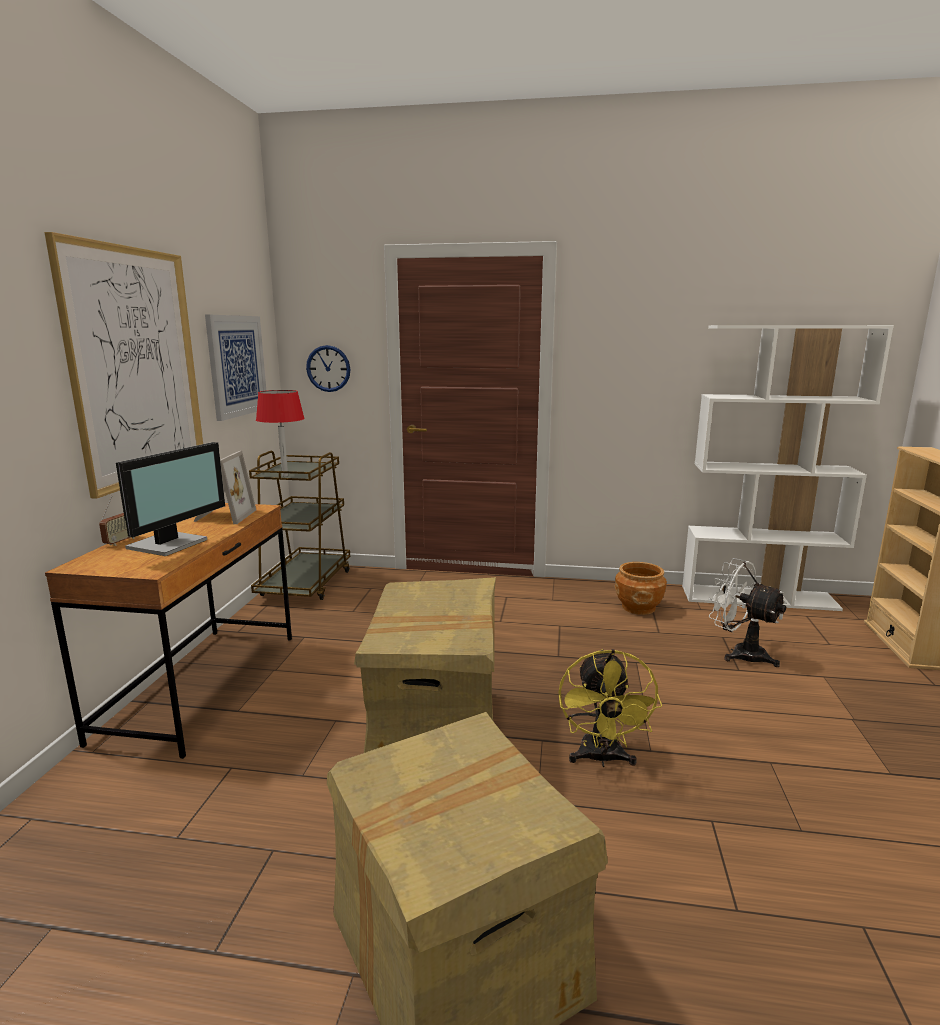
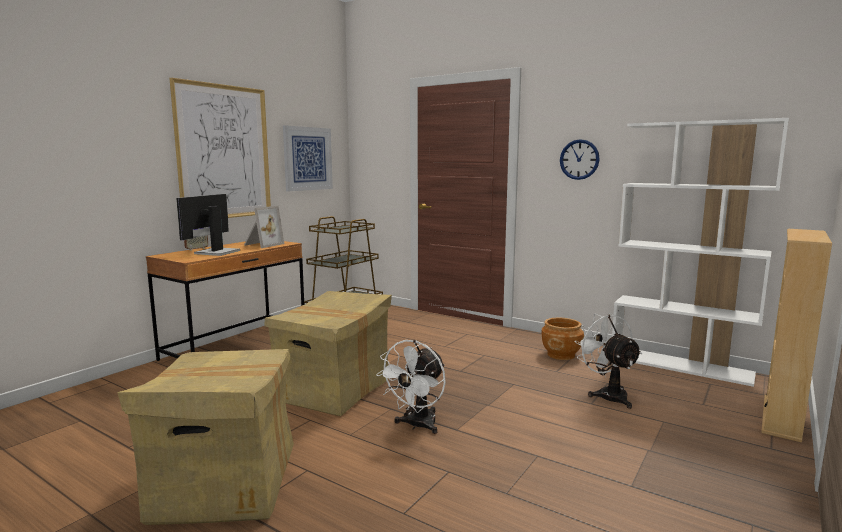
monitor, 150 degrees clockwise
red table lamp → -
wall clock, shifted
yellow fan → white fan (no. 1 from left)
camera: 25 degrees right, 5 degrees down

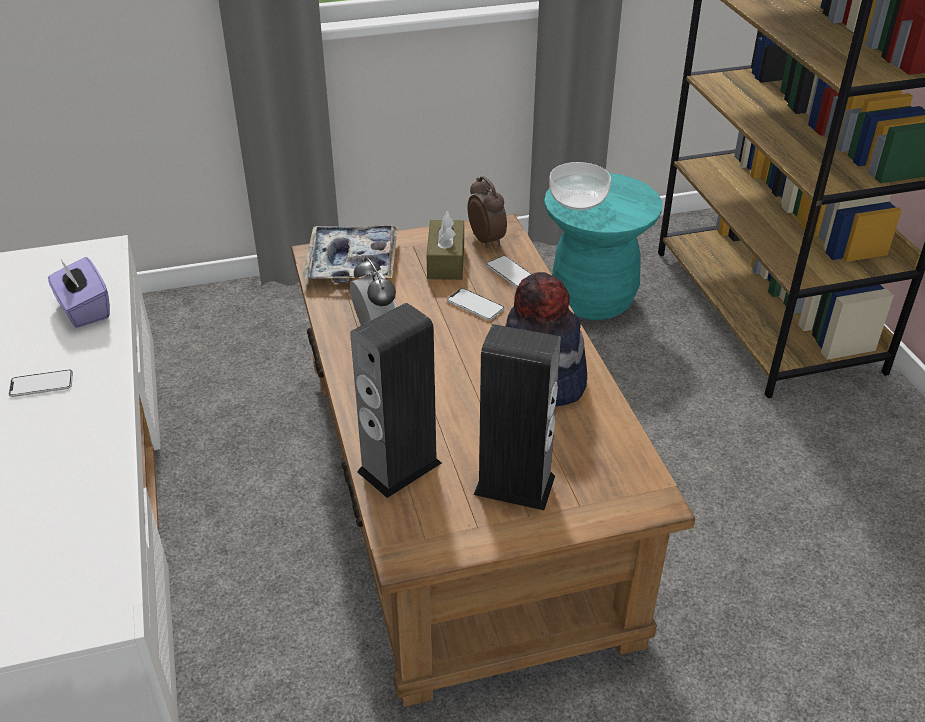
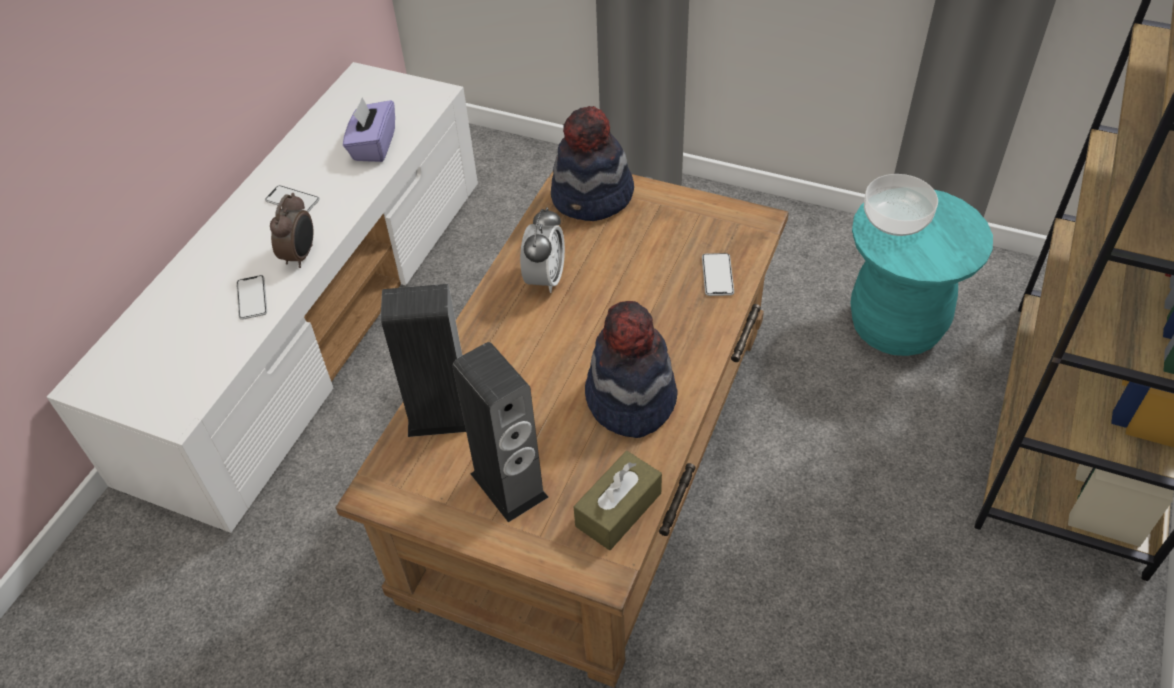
tray → hat (no. 1 from left)
brown tissue box, shifted
phone (no. 2 from left in the first image) → phone (no. 1 from left), shifted
alarm clock (no. 2 from left in the first image) → alarm clock (no. 1 from left), shifted
camera: 40 degrees right, 10 degrees up

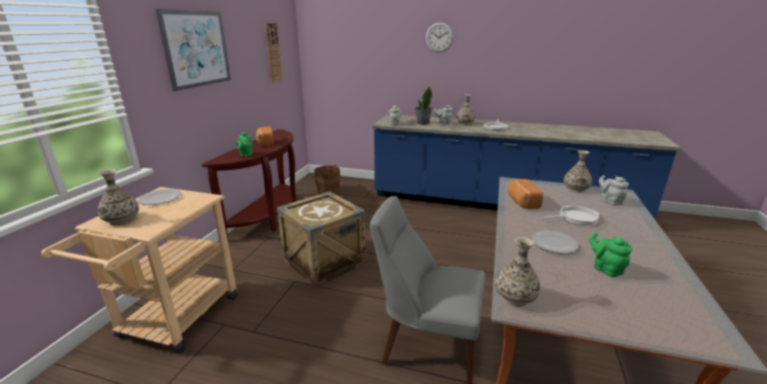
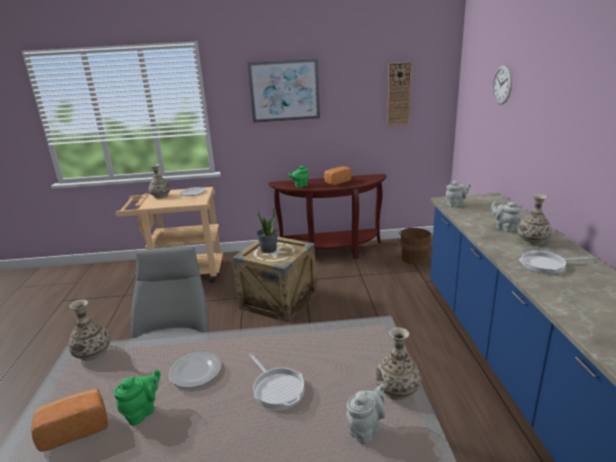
potted plant, shifted
wall clock (no. 2 from left), shifted
bread (no. 2 from left in the first image) → bread (no. 1 from left), shifted
camera: 70 degrees right, 0 degrees up

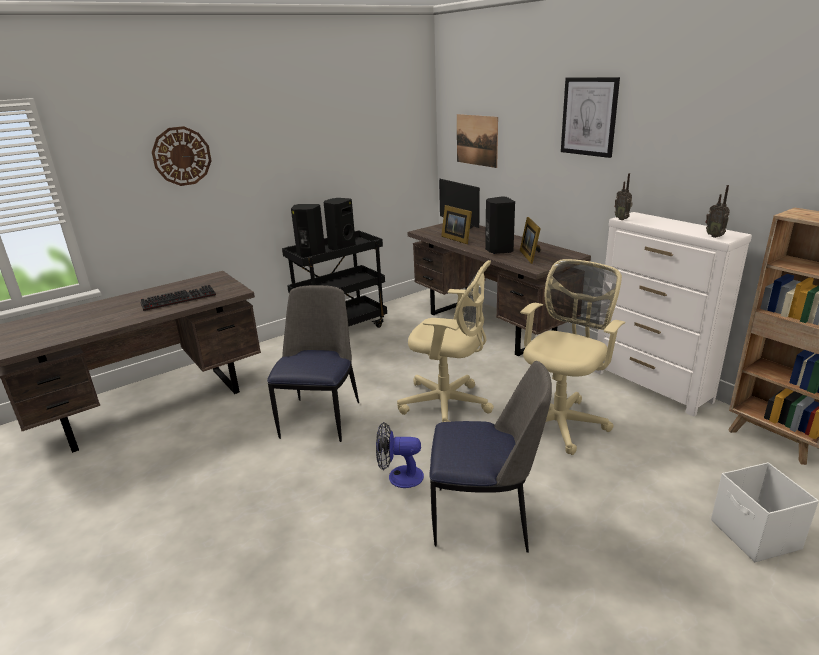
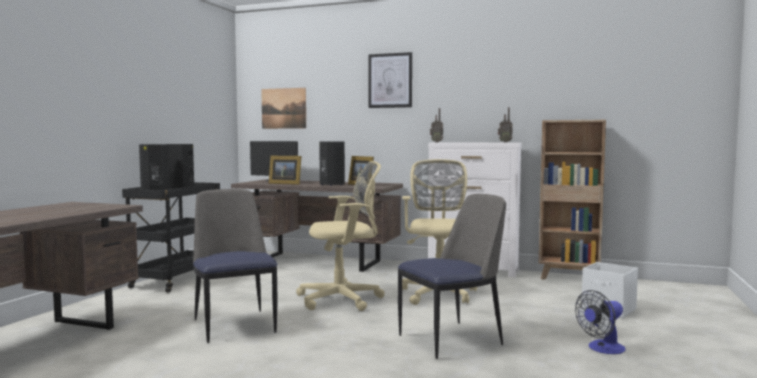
keyboard → -
wall clock → -
fan, shifted
camera: 35 degrees left, 20 degrees down

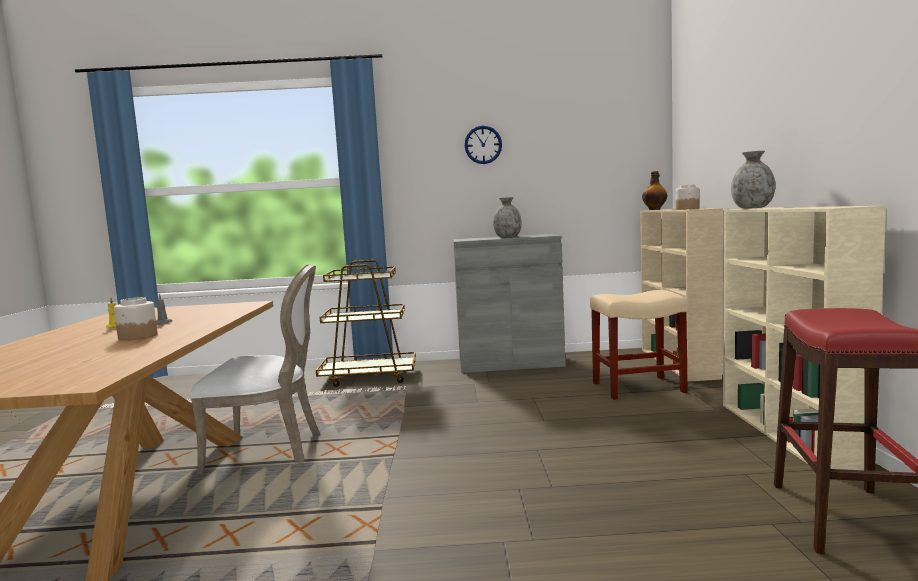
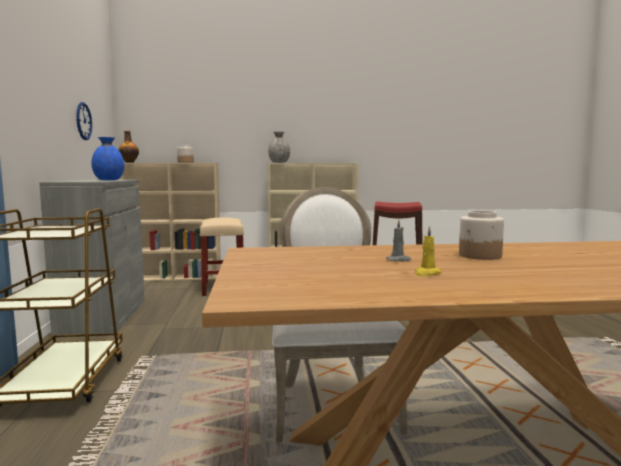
wall clock, shifted
grey vase (no. 1 from left) → blue vase
camera: 95 degrees left, 0 degrees up

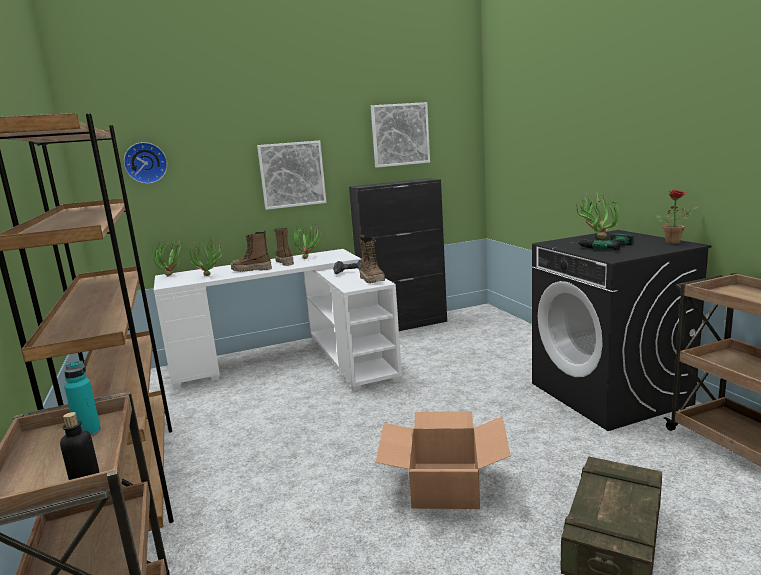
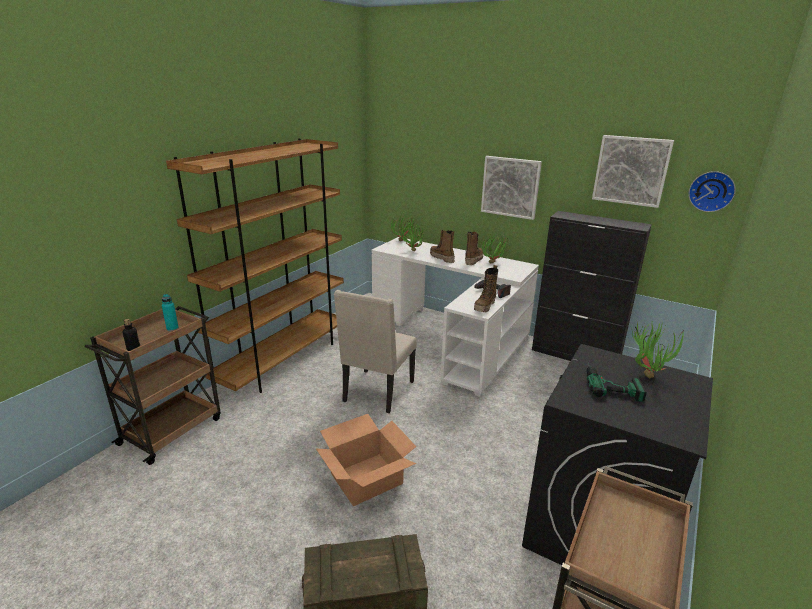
wall clock, shifted
potted plant (no. 5 from left) → -
- → beige chair
camera: 50 degrees right, 10 degrees up

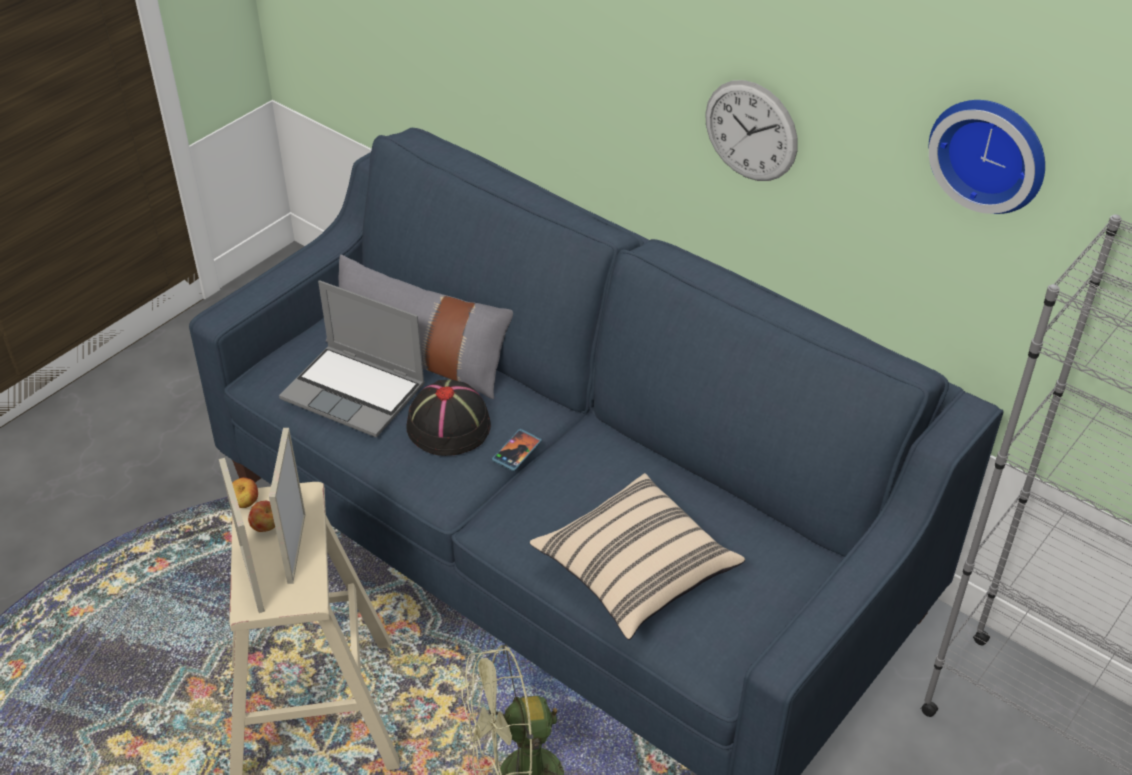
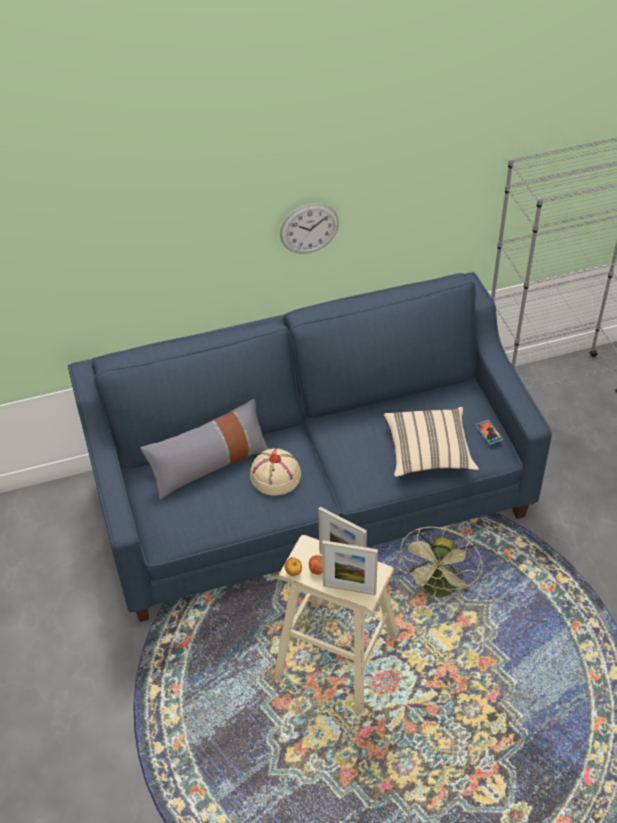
laptop → -
black hat → beige hat
phone, shifted
wall clock (no. 2 from left) → -
camera: 55 degrees left, 5 degrees up

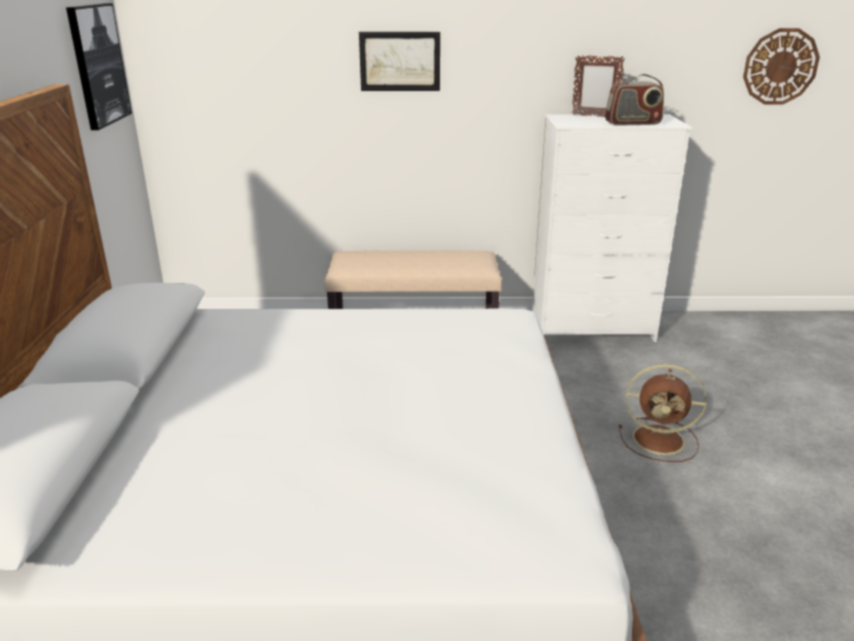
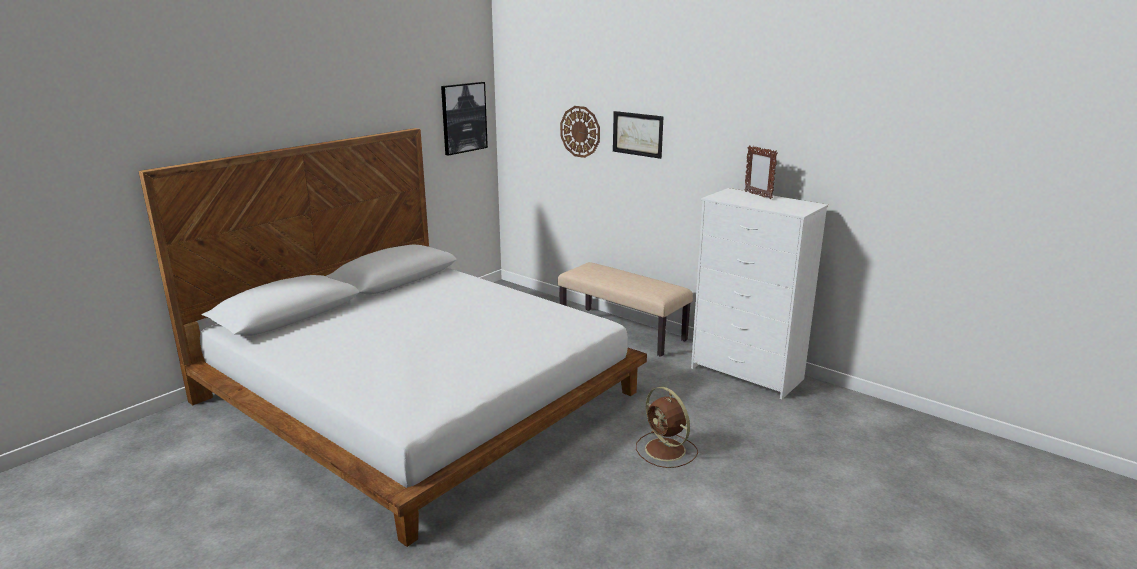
radio → -
wall clock, shifted
camera: 40 degrees right, 5 degrees down

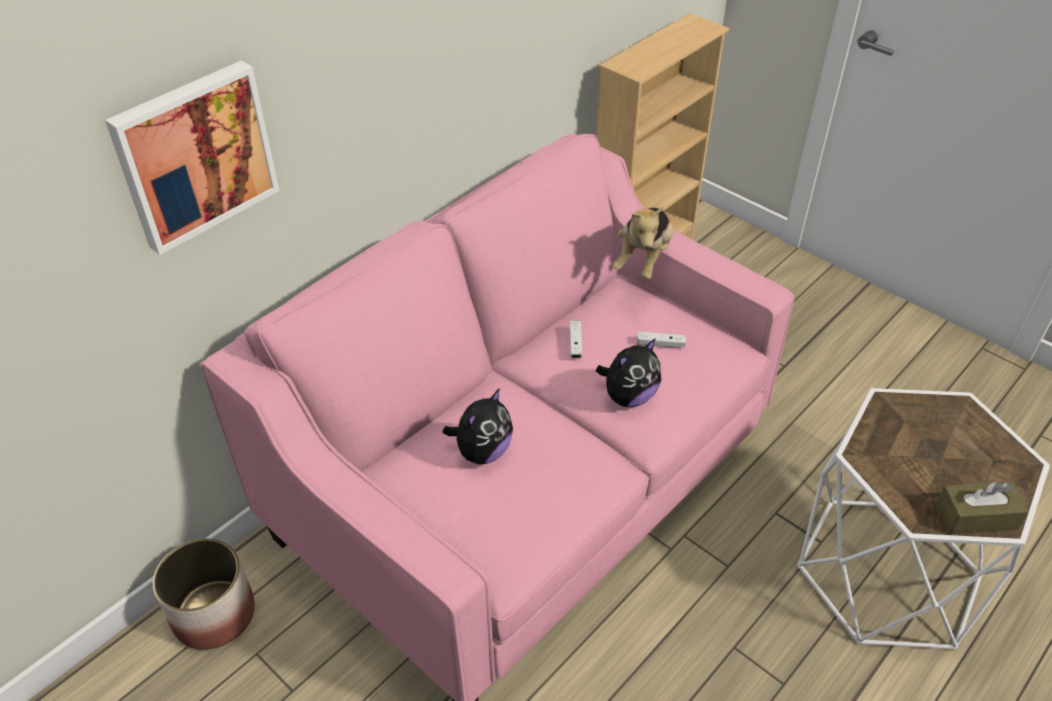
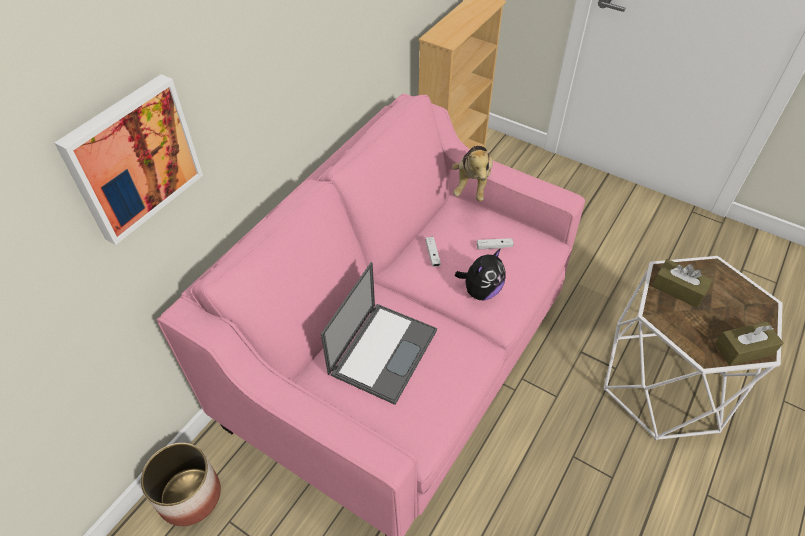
plush toy (no. 1 from left) → laptop
- → brown tissue box (no. 1 from left)
camera: 10 degrees left, 5 degrees up

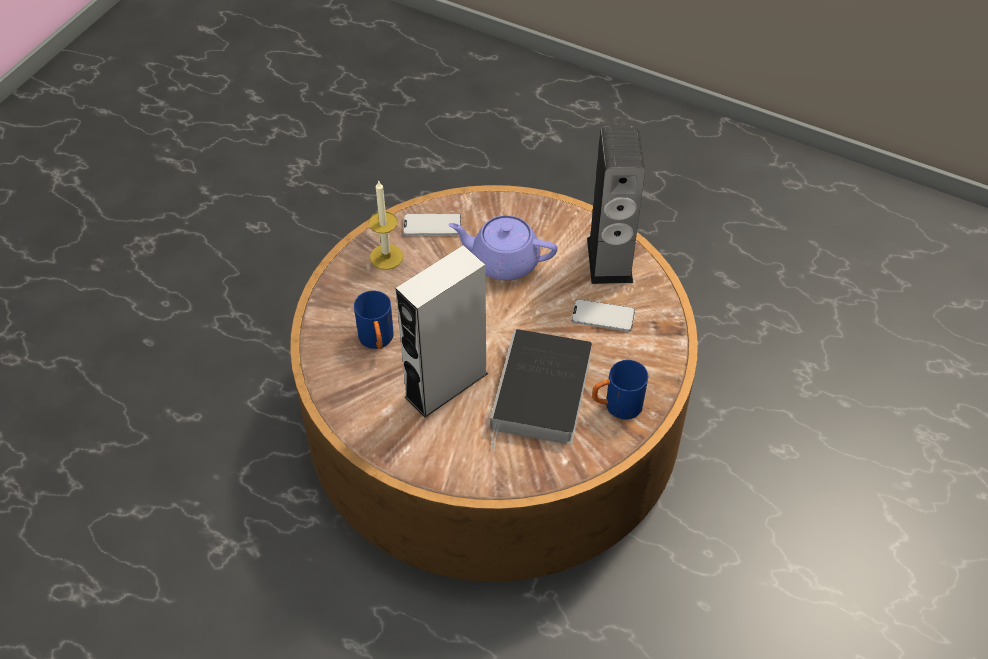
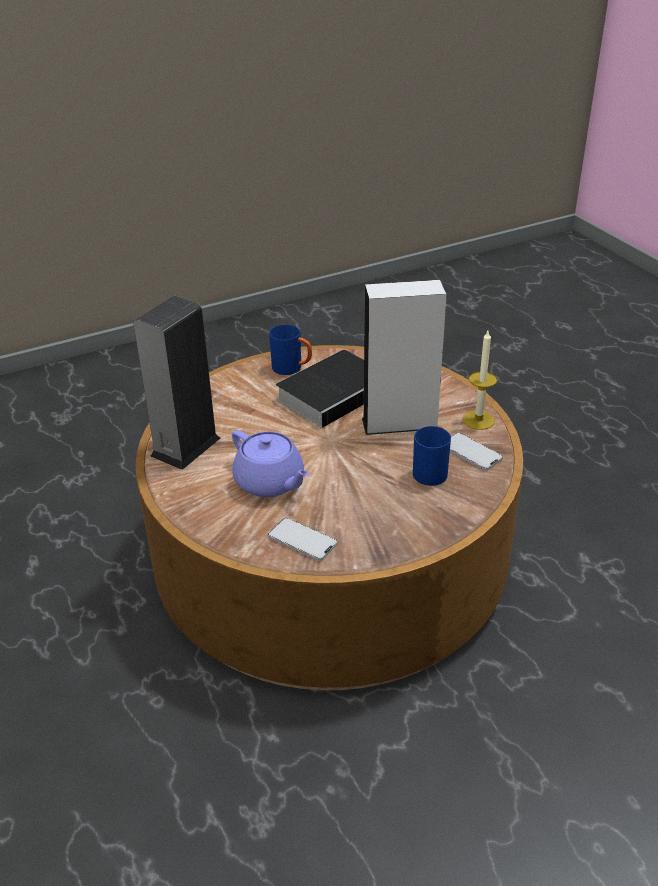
candle, shifted
phone (no. 2 from left), shifted
camera: 145 degrees left, 15 degrees down

